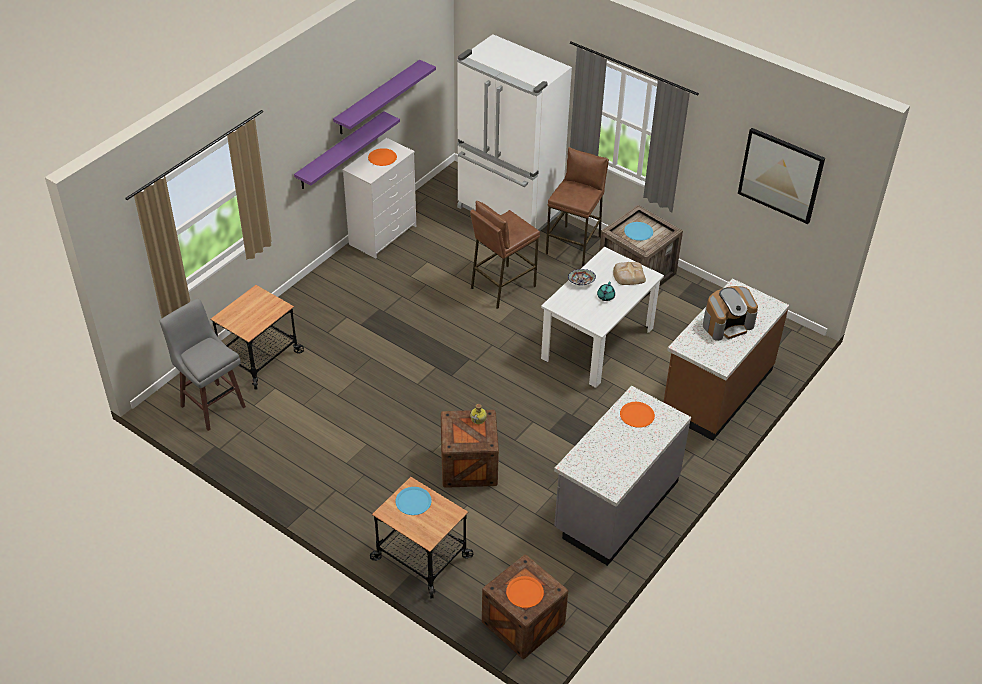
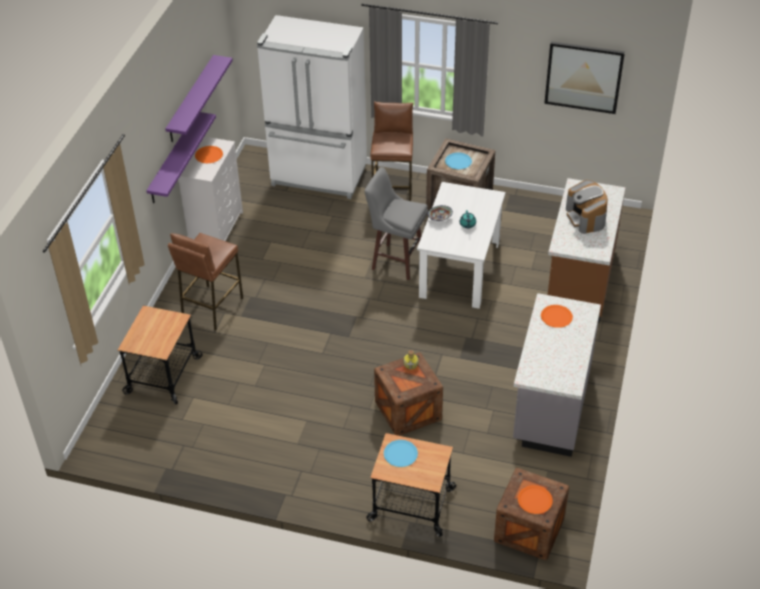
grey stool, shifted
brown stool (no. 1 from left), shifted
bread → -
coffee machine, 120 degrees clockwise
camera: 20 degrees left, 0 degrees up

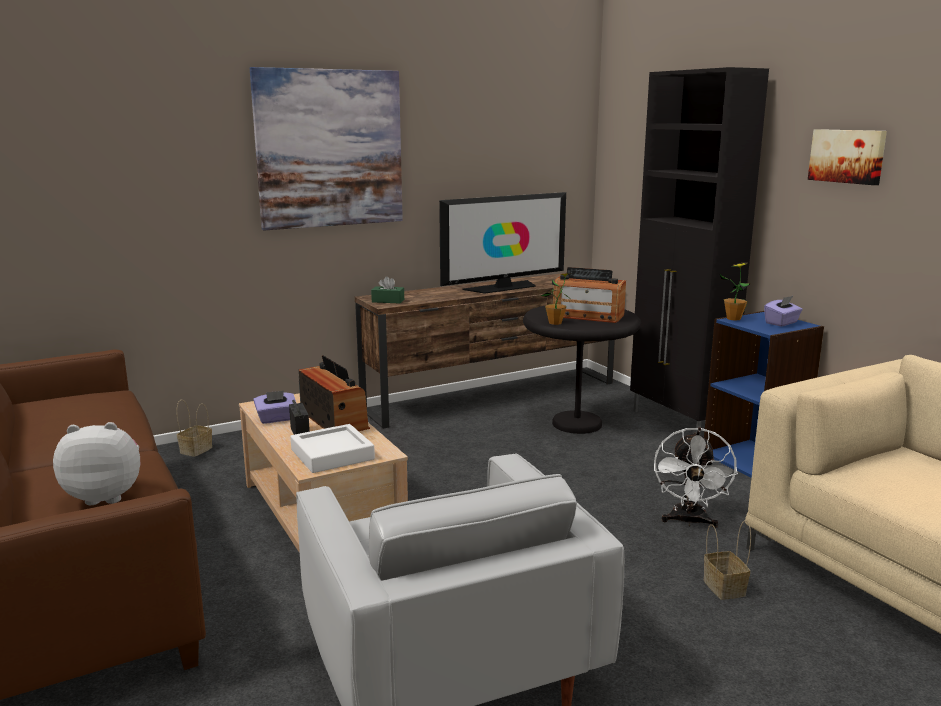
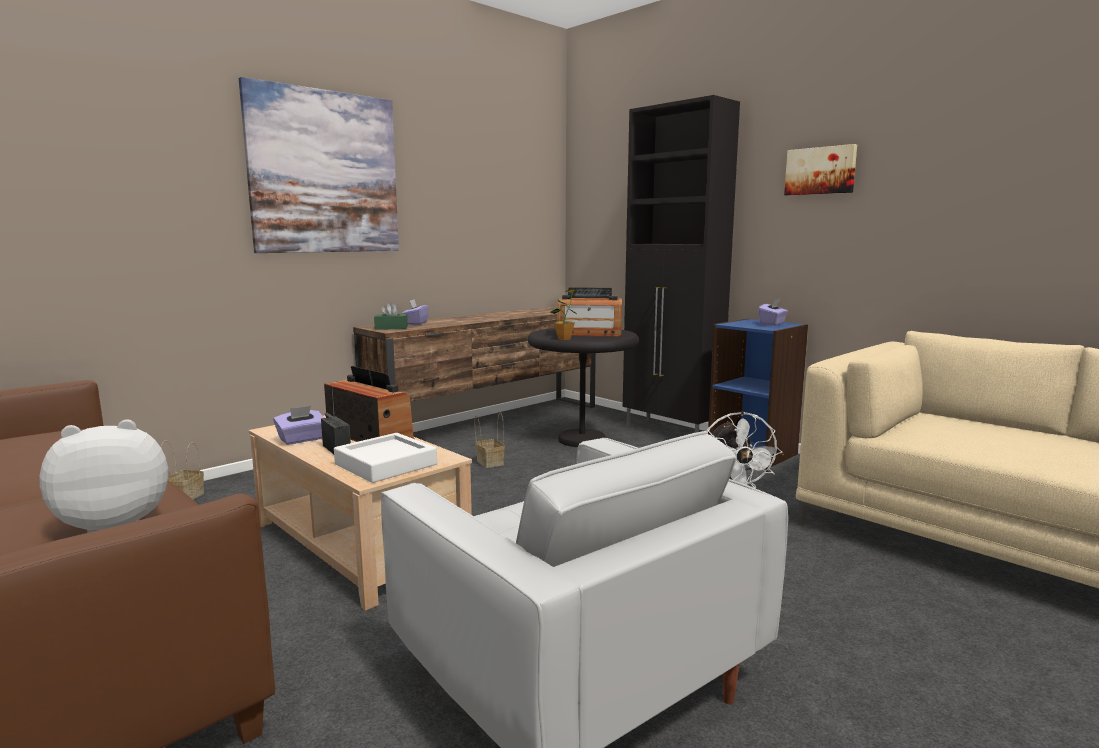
television → -
basket (no. 2 from left), shifted
potted plant (no. 2 from left) → -
- → purple tissue box (no. 2 from left)
camera: 15 degrees left, 5 degrees down

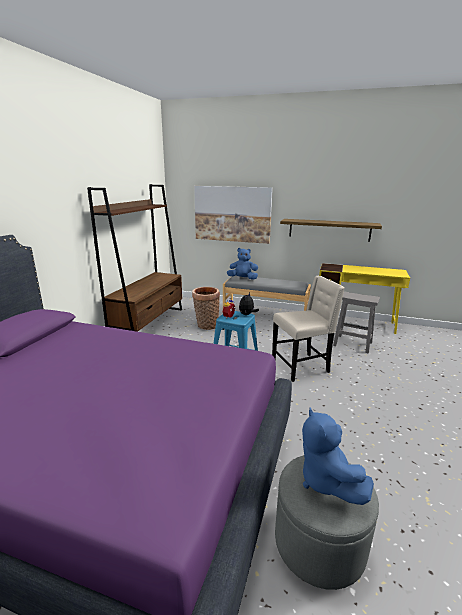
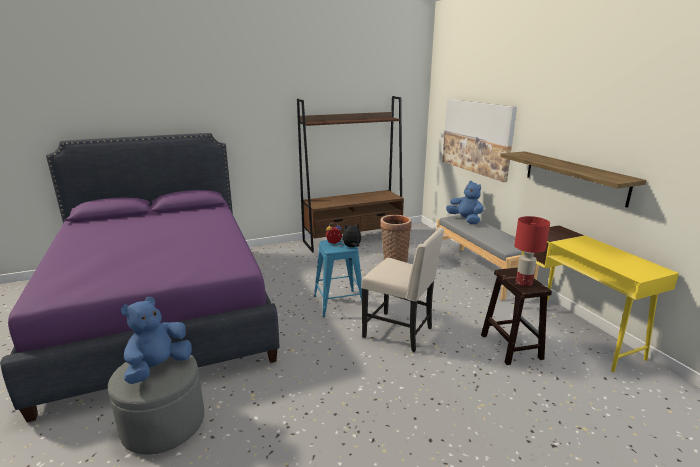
grey stool → brown stool
- → red table lamp
camera: 50 degrees right, 0 degrees up

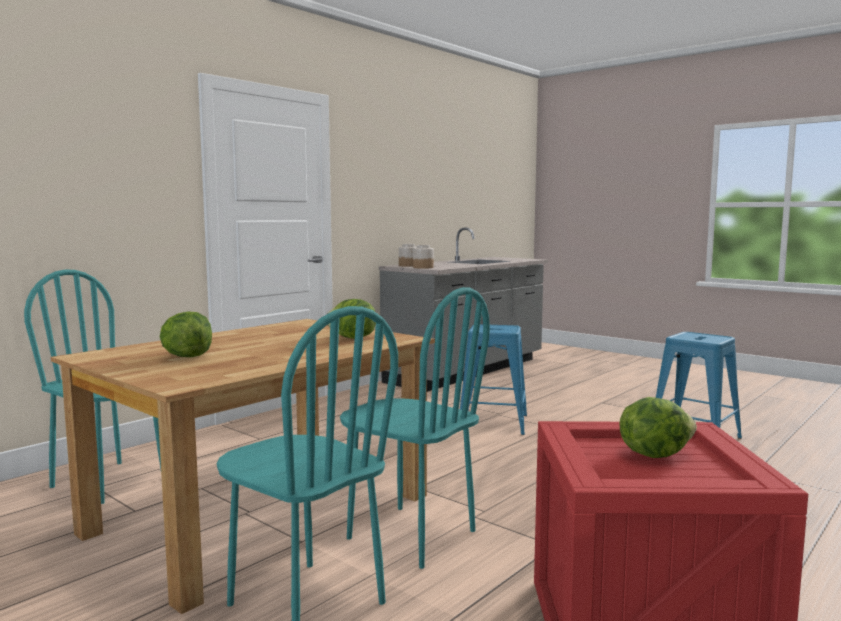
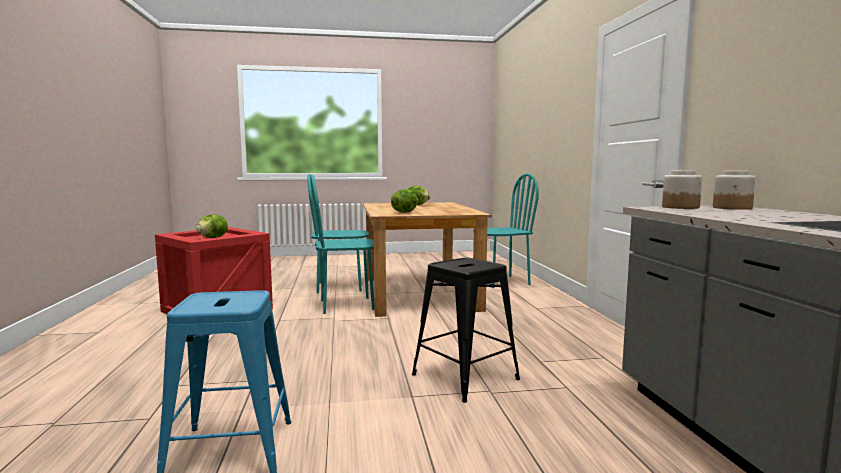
blue stool (no. 1 from left) → black stool
camera: 130 degrees right, 0 degrees up

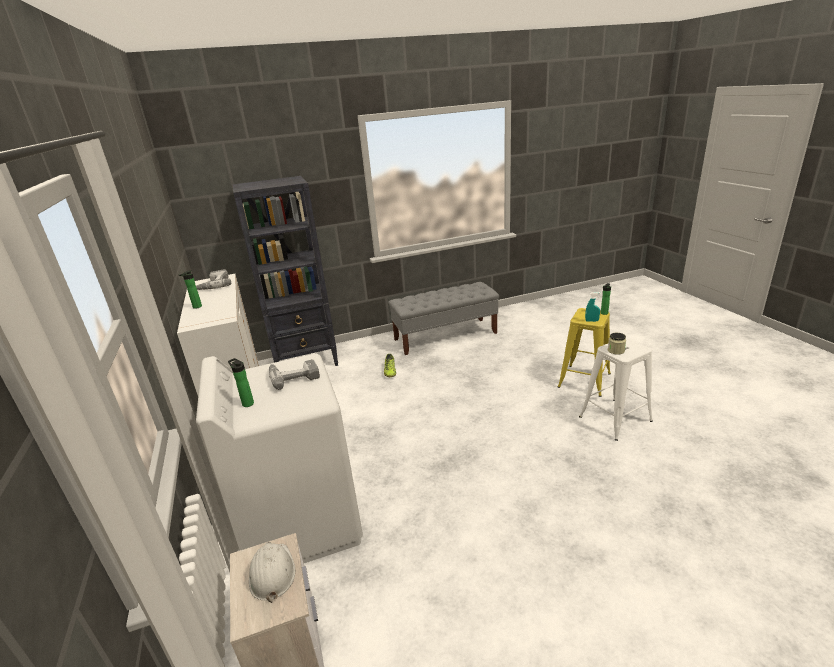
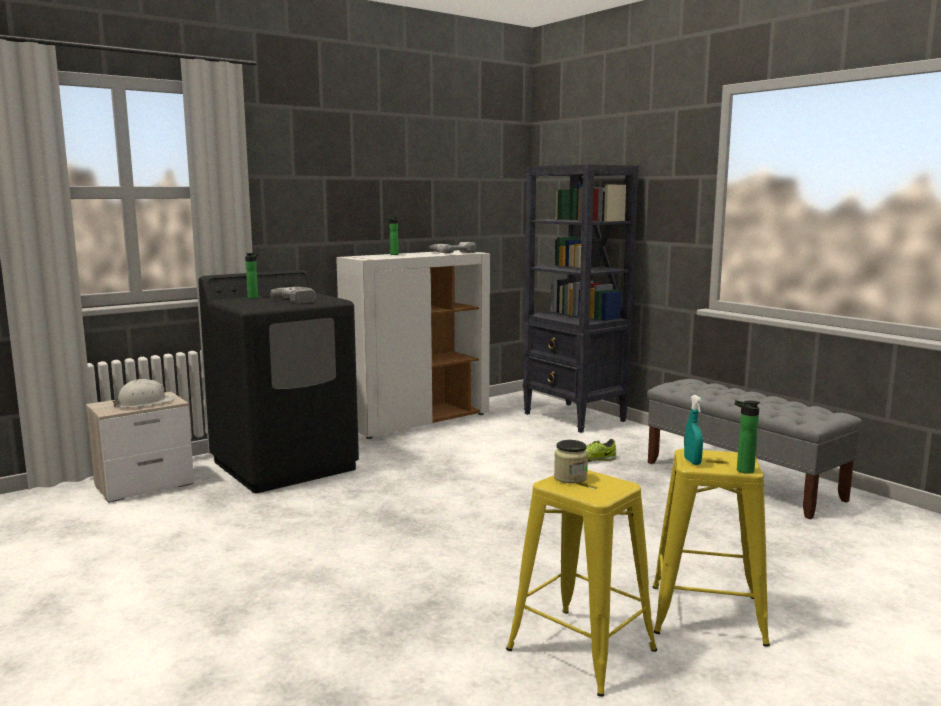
white washing machine → black washing machine
white stool → yellow stool (no. 1 from left)
camera: 70 degrees right, 15 degrees down

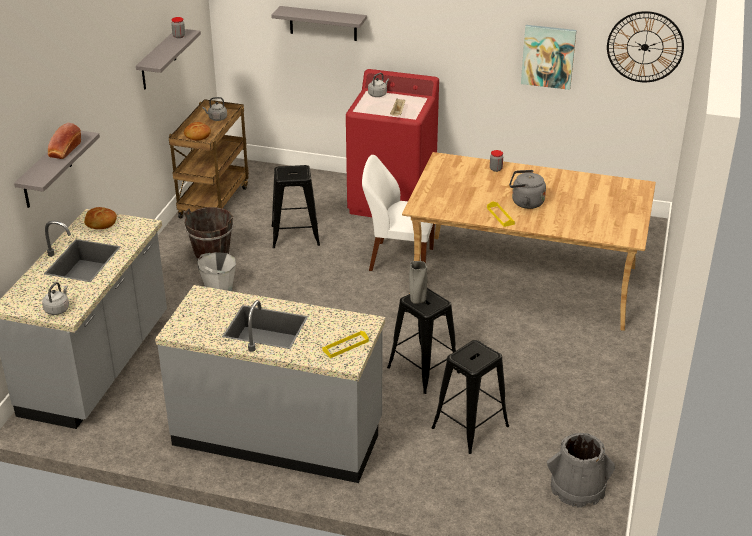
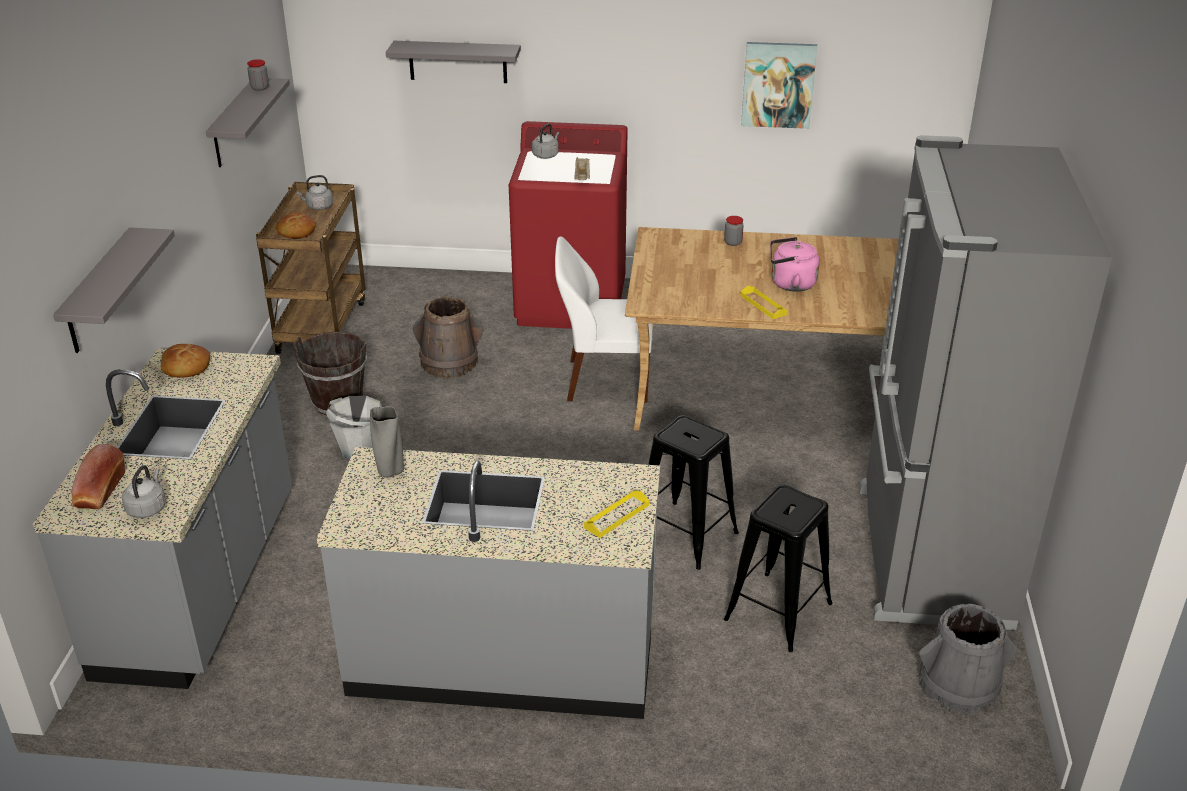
bread (no. 1 from left), shifted
black stool (no. 1 from left) → brown bucket (no. 2 from left)
grey vase, shifted
grey kettle (no. 4 from left) → pink kettle
wall clock → -
- → grey fridge
camera: 10 degrees left, 0 degrees up

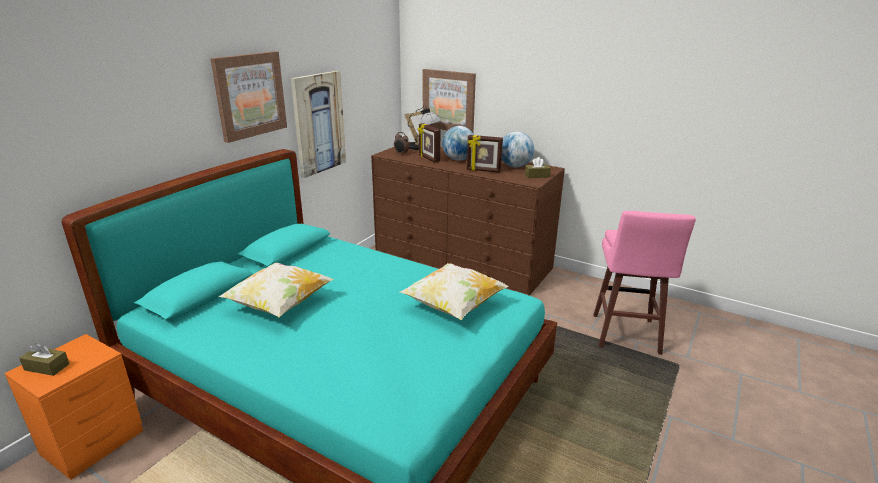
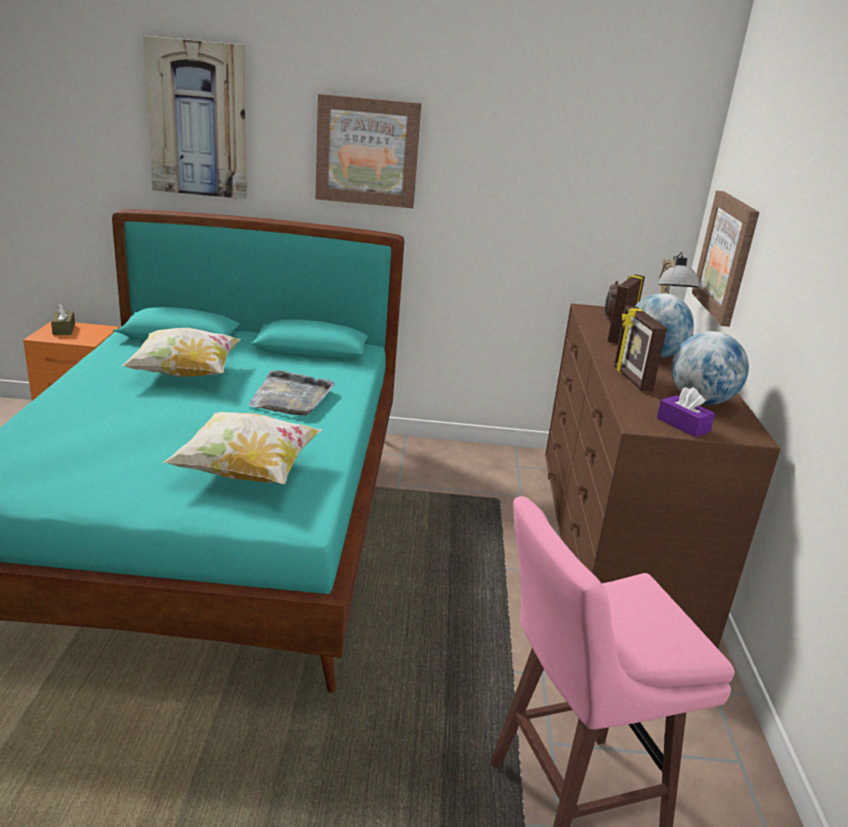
picture (no. 2 from left in the first image) → picture (no. 1 from left), shifted
brown tissue box (no. 2 from left) → purple tissue box
- → grey tray
camera: 60 degrees right, 0 degrees up

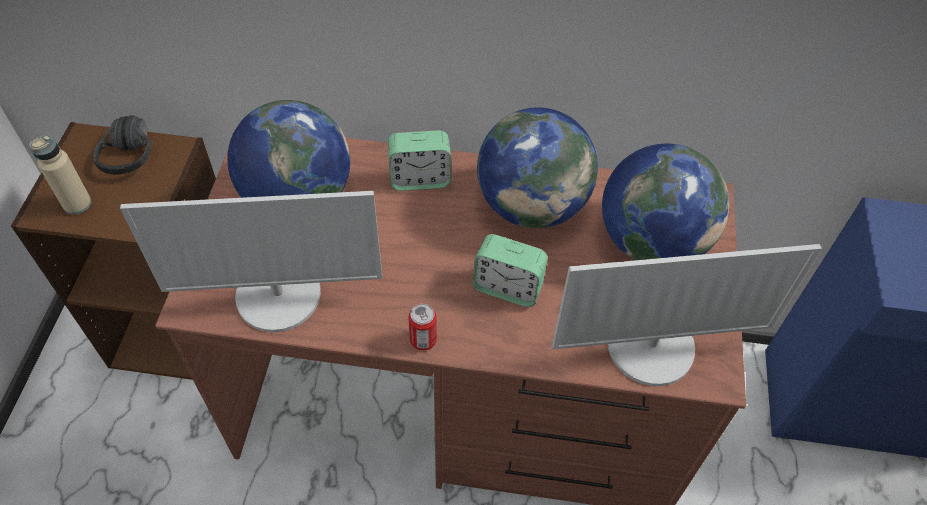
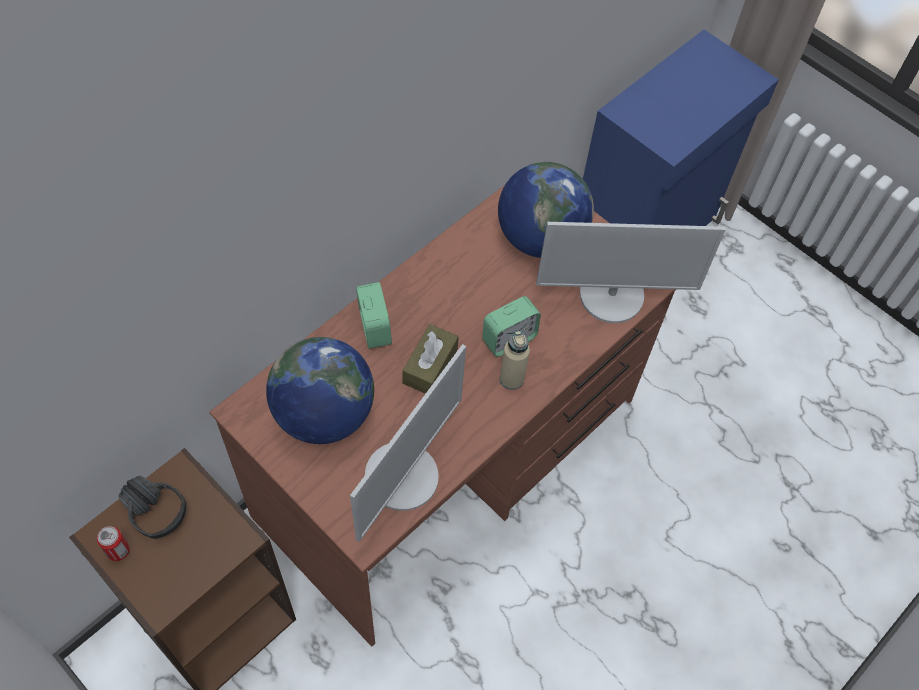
beige bottle, shifted
alarm clock (no. 1 from left), 45 degrees counterclockwise
can, shifted
globe (no. 2 from left) → -
monitor (no. 2 from left), 60 degrees clockwise
- → brown tissue box
camera: 55 degrees left, 5 degrees up

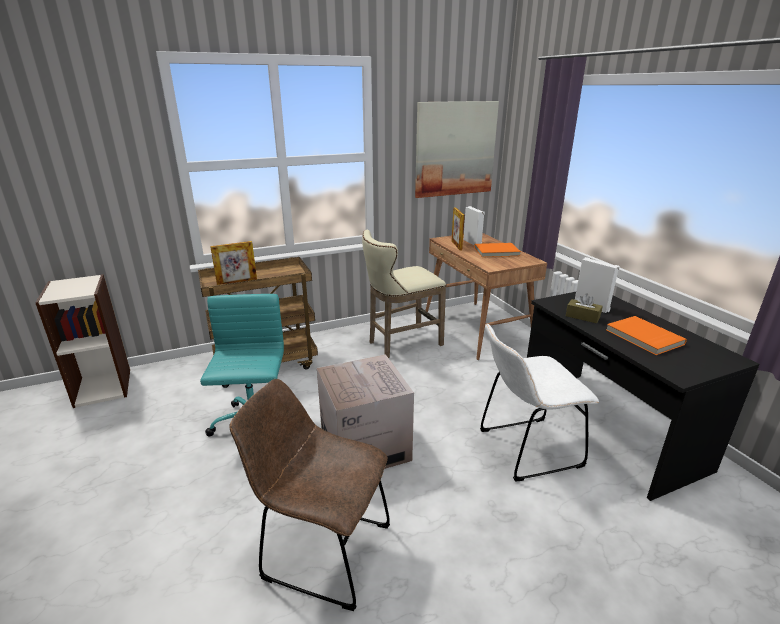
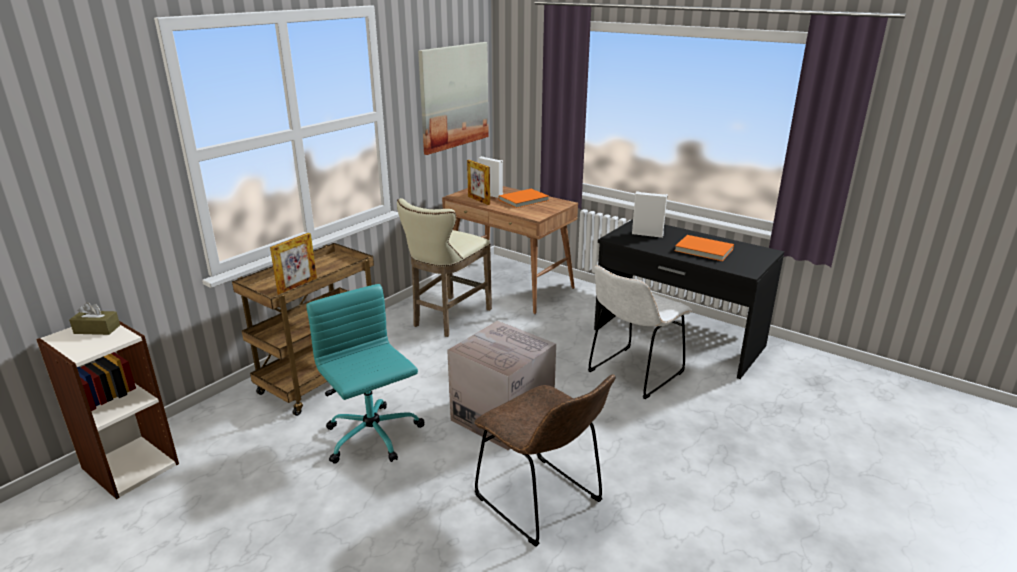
brown chair, 120 degrees counterclockwise
brown tissue box, shifted
camera: 30 degrees left, 0 degrees up

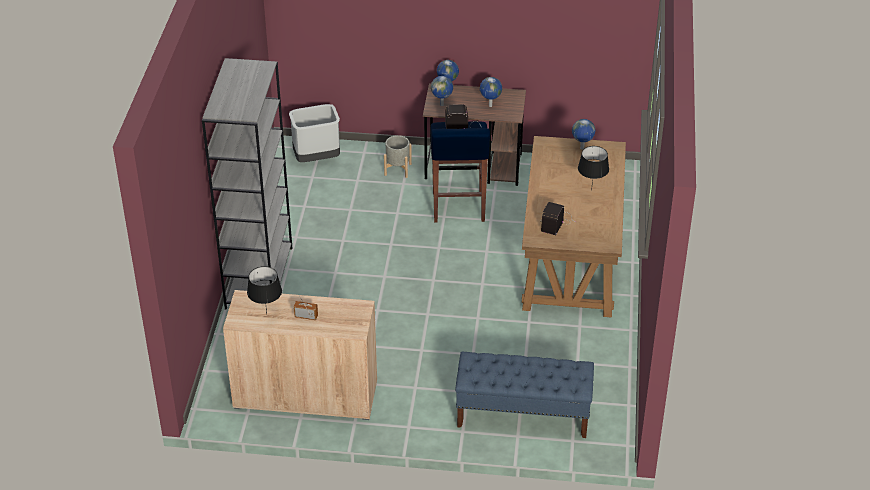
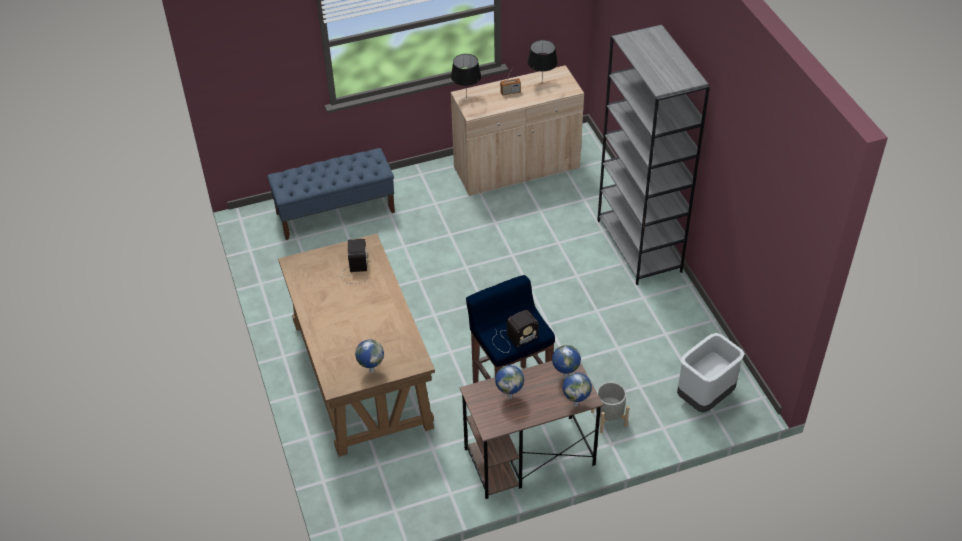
black table lamp (no. 2 from left in the first image) → black table lamp (no. 1 from left), shifted
camera: 155 degrees right, 5 degrees up

